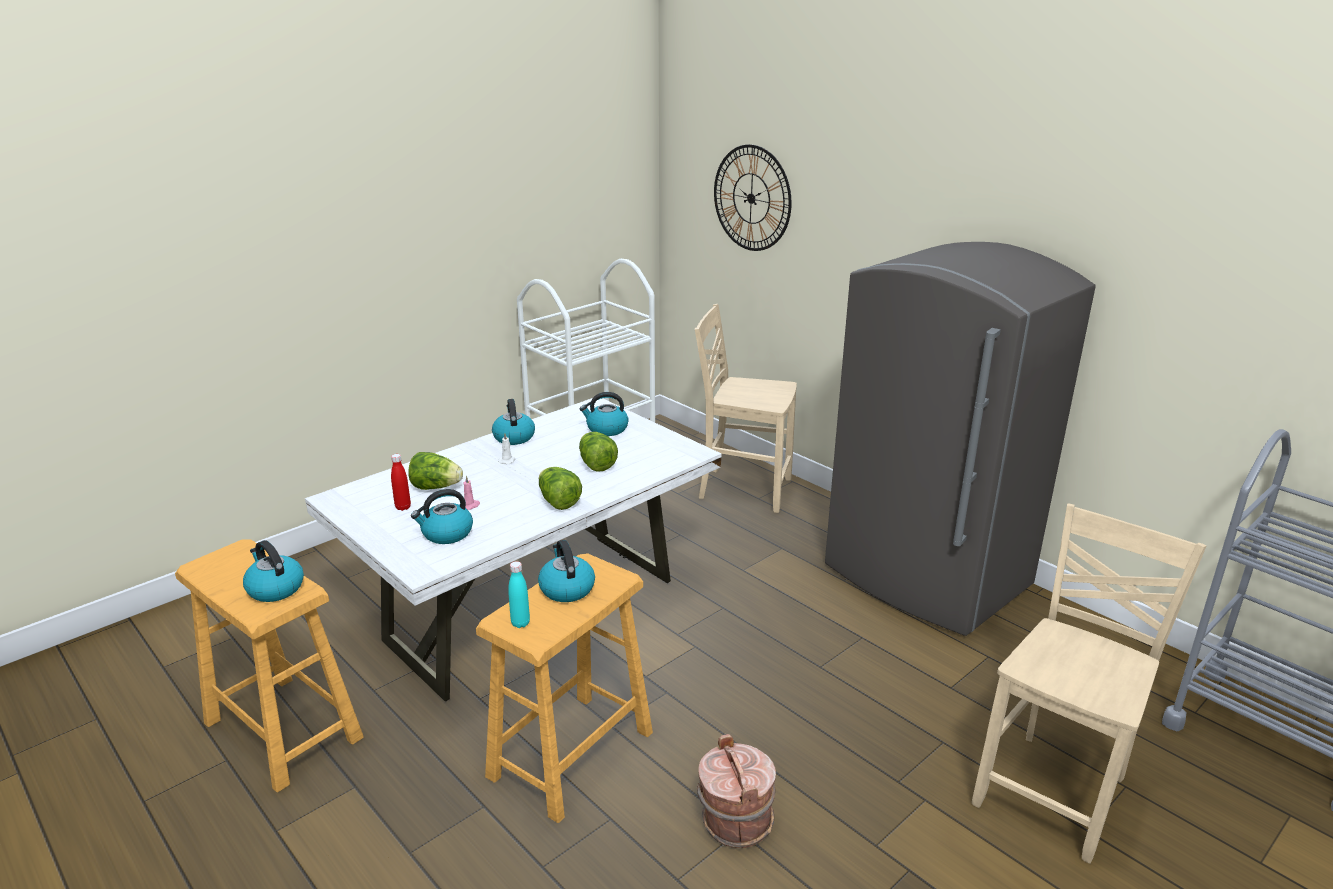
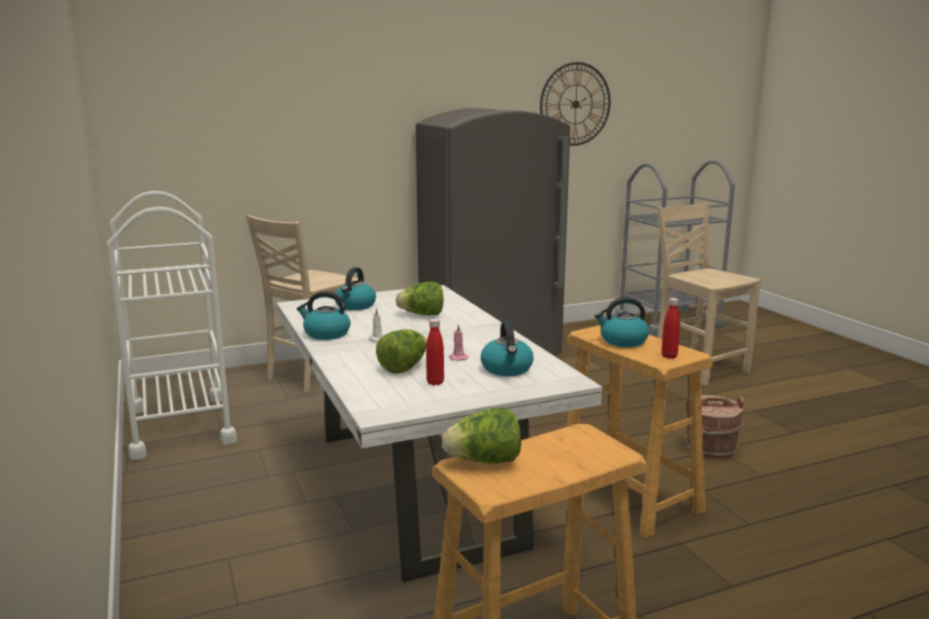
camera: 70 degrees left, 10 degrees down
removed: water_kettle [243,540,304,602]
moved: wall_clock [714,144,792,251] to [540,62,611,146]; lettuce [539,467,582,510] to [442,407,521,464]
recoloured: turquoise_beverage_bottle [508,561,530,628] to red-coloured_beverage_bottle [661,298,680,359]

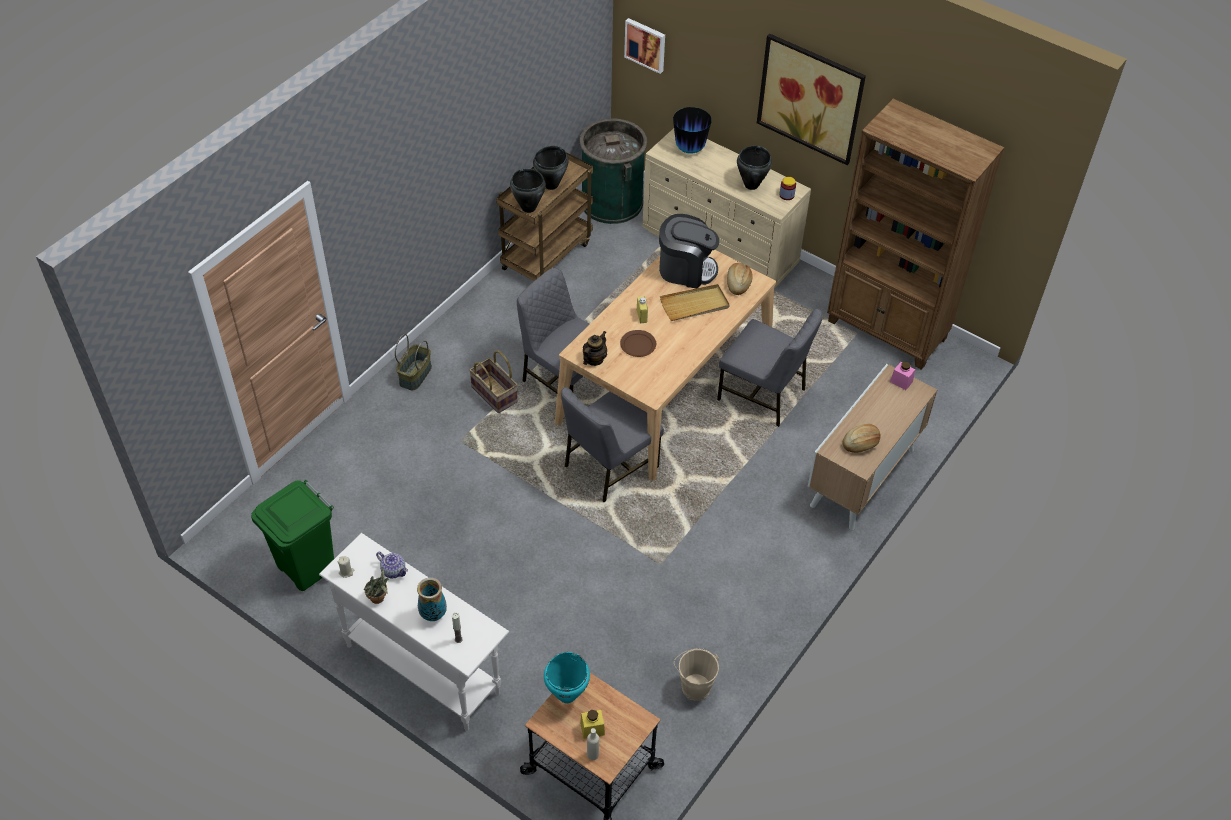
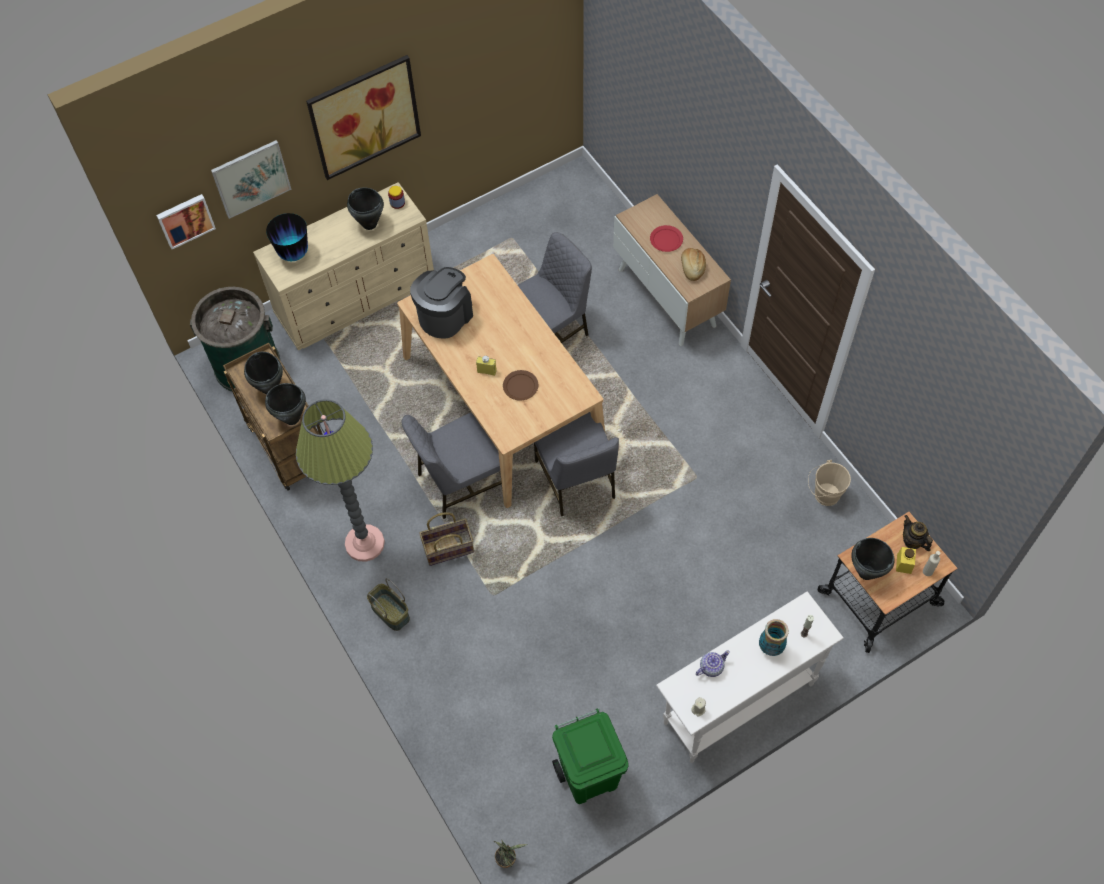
camera: 65 degrees left, 10 degrees up
removed: brown_shelving_unit [827,99,1004,370]; baked_bread [727,263,753,295]; beige-coloured_carrying_tray [660,284,730,321]; pink-coloured_preserve_jar [890,362,915,390]
added: wall_art [211,140,291,219]; red-coloured_plate [650,225,683,252]; standing_lamp [296,399,385,562]
moved: tea_pot [583,331,607,366] to [903,515,933,551]; potted_plant [364,567,389,604] to [494,841,528,868]
recoloured: turquoise_saucepot [544,652,590,703] to black-coloured_saucepot [851,538,895,580]

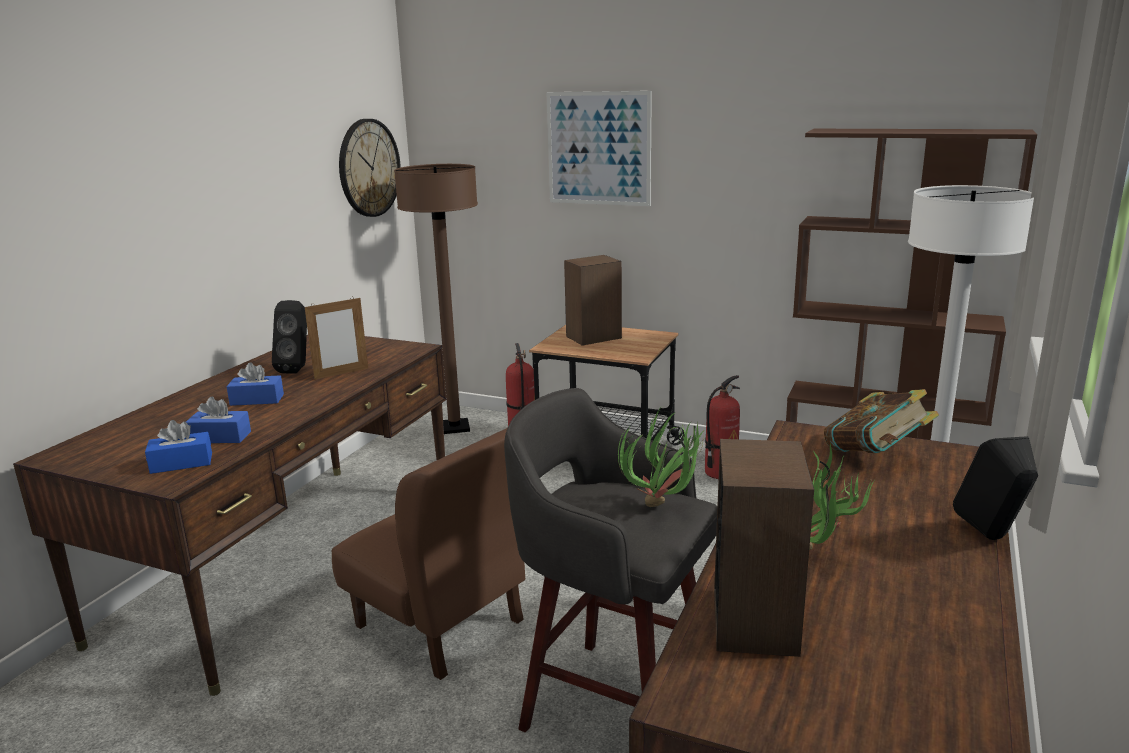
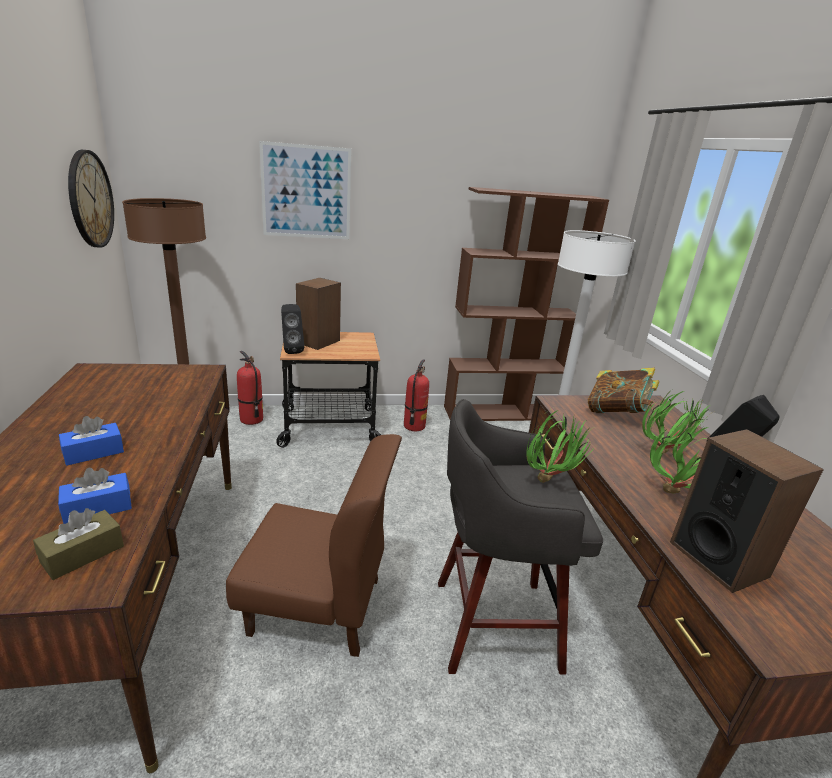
camera: 35 degrees left, 5 degrees up
removed: picture_frame [305,297,368,380]
added: potted_plant [642,387,715,453]
moved: black-coloured_audio_speaker [272,300,307,374] to [281,304,305,354]
recoloured: blue_box_of_tissues [145,420,212,474] to brown_box_of_tissues [33,508,124,580]

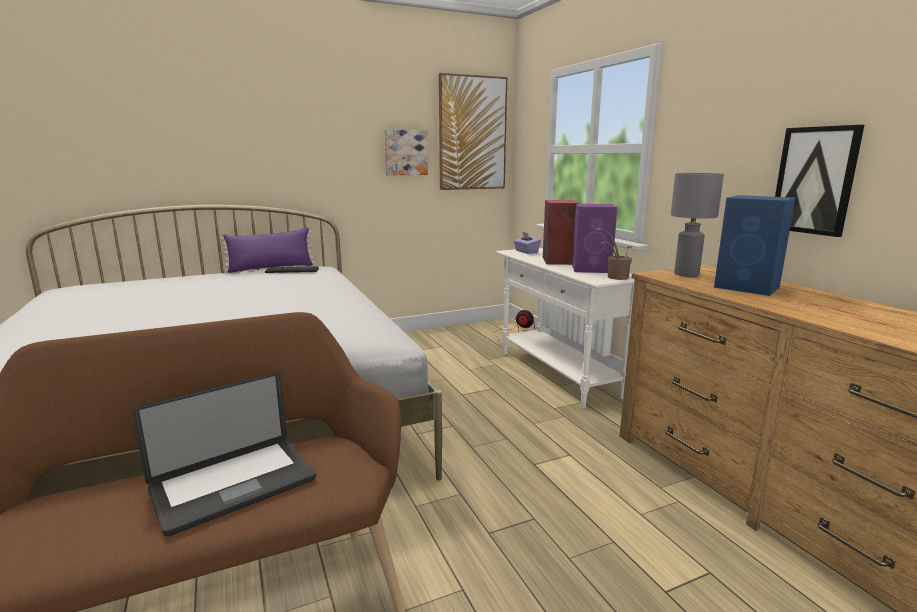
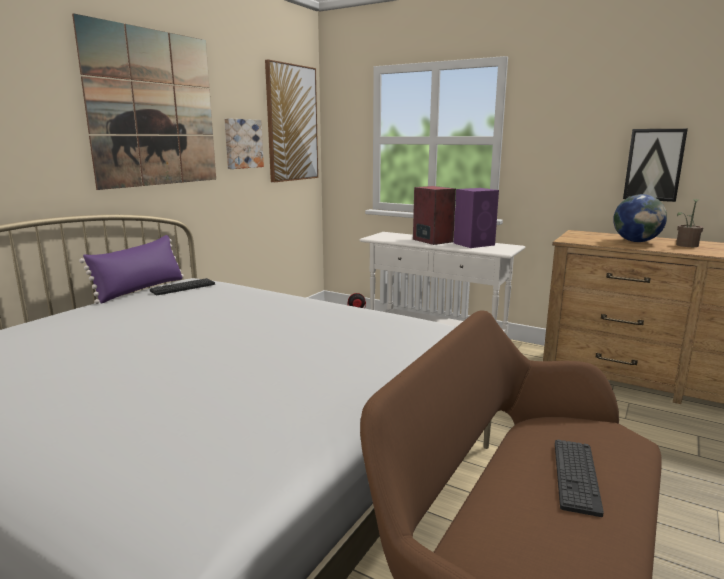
camera: 35 degrees left, 0 degrees up
removed: gray_lamp_for_a_table [671,173,724,277]; purple-coloured_box_of_tissues [514,232,541,254]
added: wall_art [72,13,216,190]
moved: potted_plant [596,228,632,280] to [676,199,704,247]
replaced: blue_audio_speaker [714,195,795,296] to desk_globe [613,194,667,242]; portable_computer [132,372,316,536] to computer_keyboard [555,440,604,517]

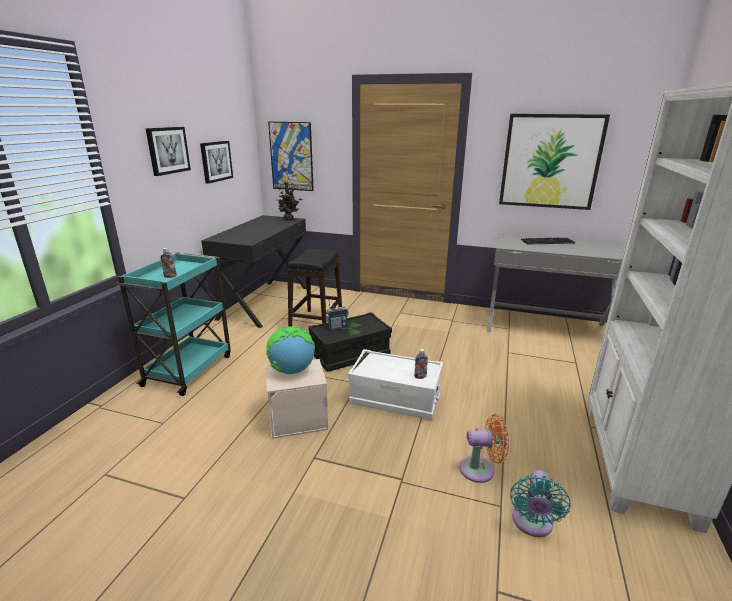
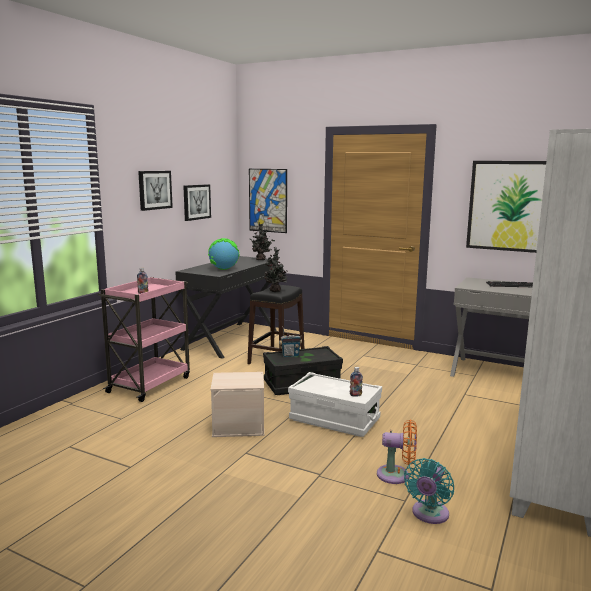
camera: 10 degrees right, 10 degrees down
added: potted_plant [264,247,288,292]
moved: desk_globe [266,326,315,374] to [208,238,239,270]
recoloured: turquoise_trolley [115,252,231,396] to pink-coloured_trolley [98,277,190,402]

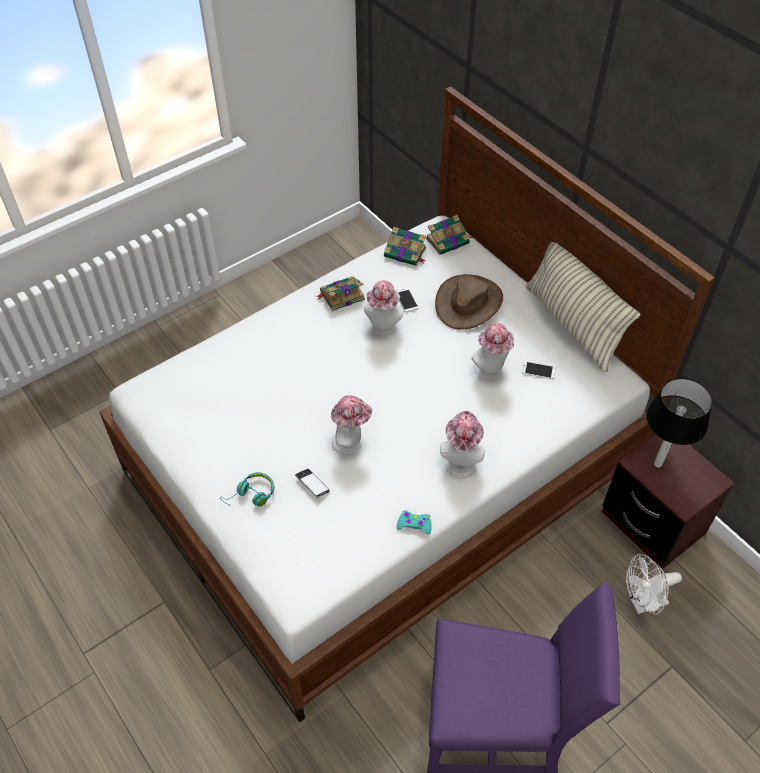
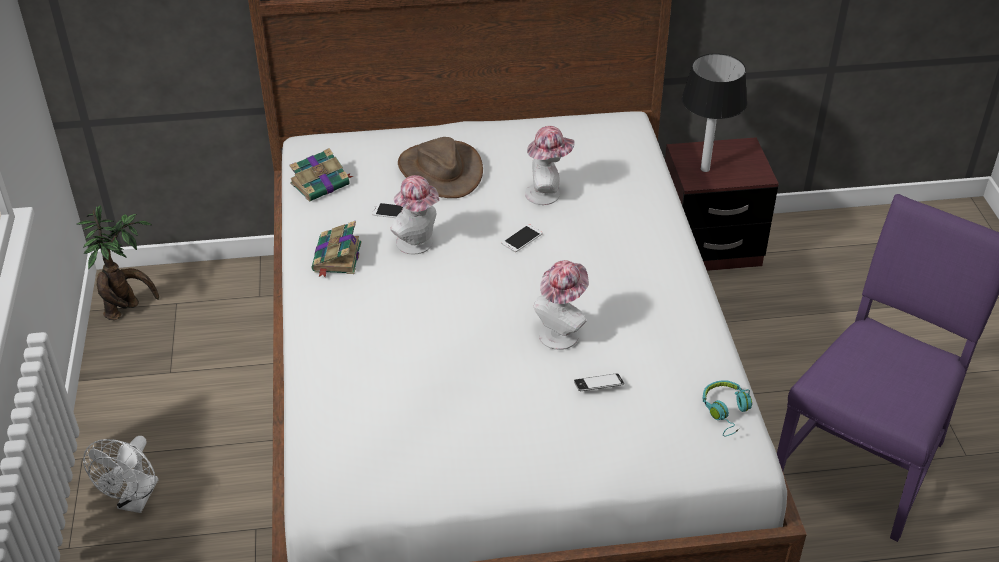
camera: 60 degrees left, 10 degrees down
removed: volume [426,215,472,255]; pillow [526,242,640,372]; hat [440,411,485,479]; turquoise_gamepad [397,511,431,535]
added: potted_plant [77,205,159,320]
moved: phone [522,361,556,379] to [502,224,543,252]; turquoise_pair_of_headphones [220,472,274,507] to [703,380,752,436]; white_cooling_fan [626,554,682,615] to [83,436,158,513]

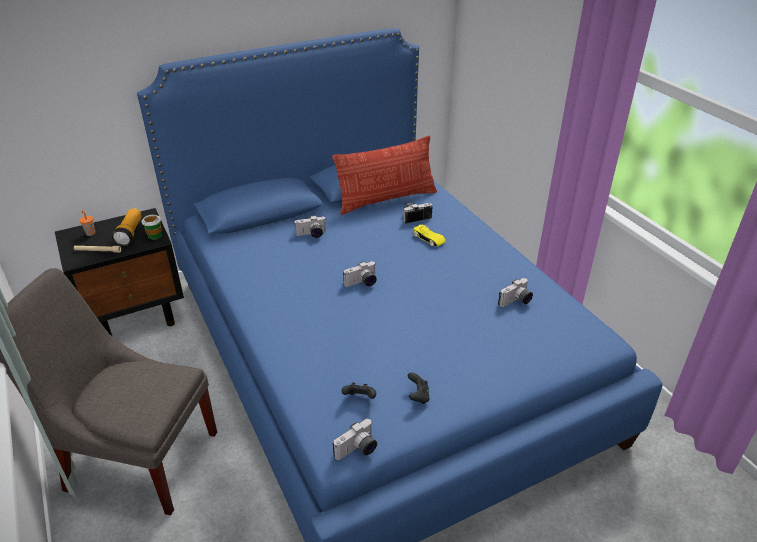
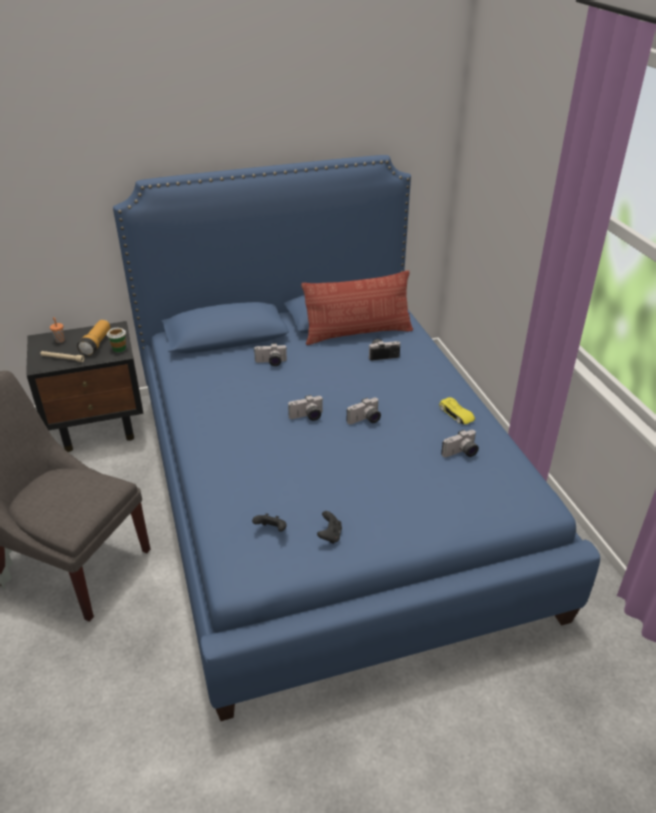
camera: 10 degrees right, 0 degrees up
moved: yellow-coloured_model_car [413,225,446,247] to [439,397,475,425]; still_camera [333,419,377,460] to [347,398,381,424]

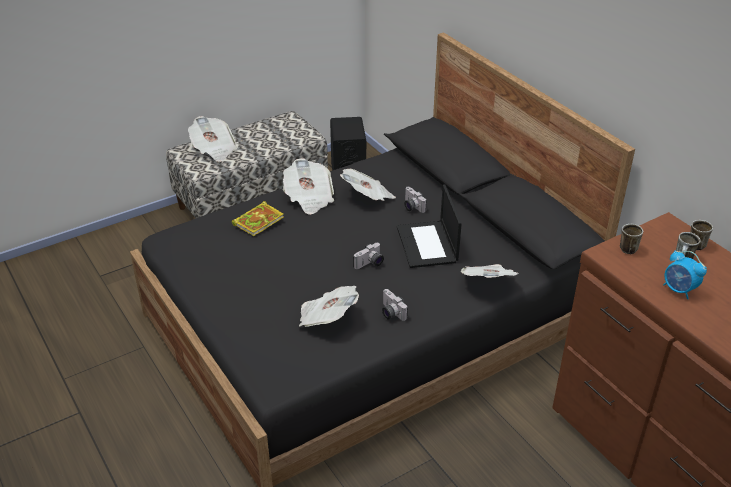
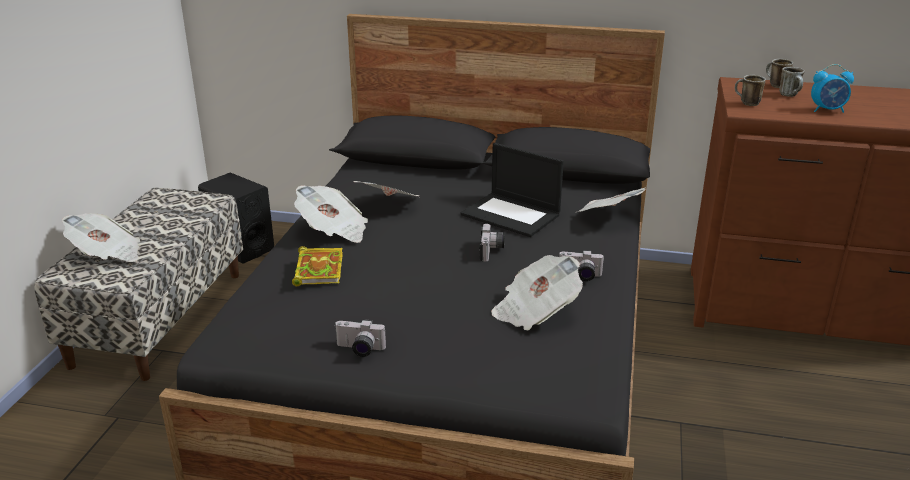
camera: 45 degrees left, 10 degrees down
moved: still_camera [404,187,427,213] to [334,319,386,357]

